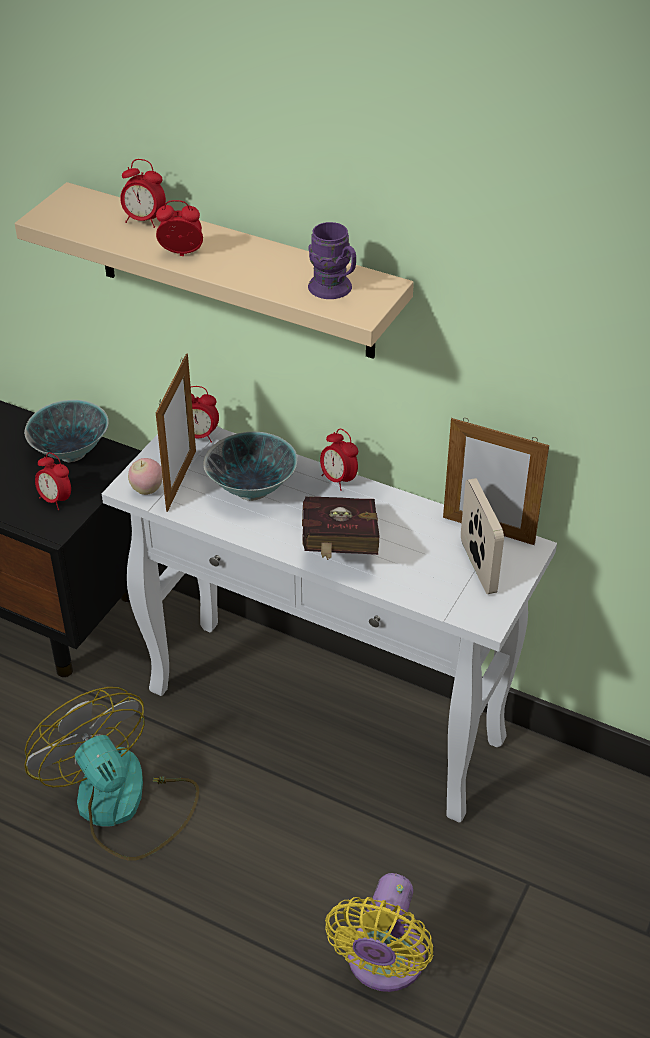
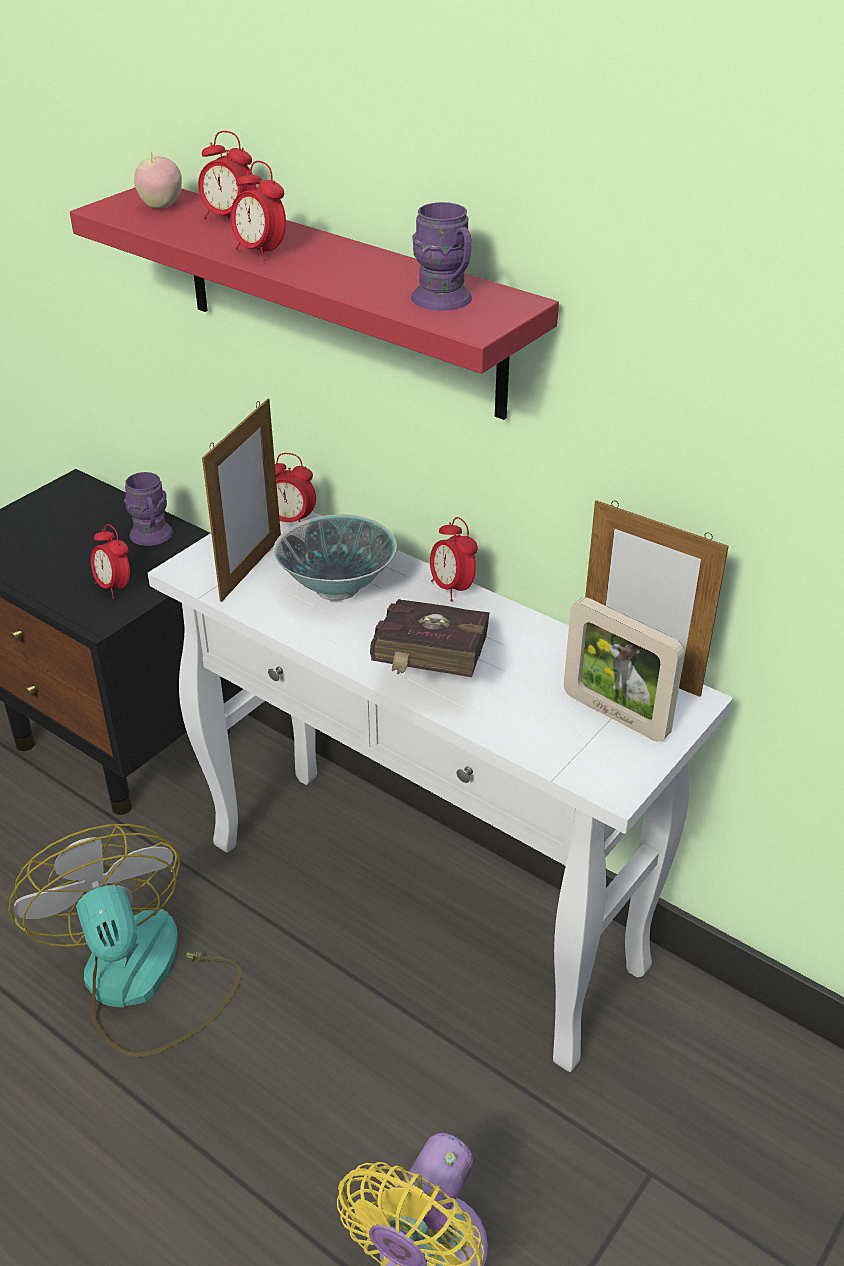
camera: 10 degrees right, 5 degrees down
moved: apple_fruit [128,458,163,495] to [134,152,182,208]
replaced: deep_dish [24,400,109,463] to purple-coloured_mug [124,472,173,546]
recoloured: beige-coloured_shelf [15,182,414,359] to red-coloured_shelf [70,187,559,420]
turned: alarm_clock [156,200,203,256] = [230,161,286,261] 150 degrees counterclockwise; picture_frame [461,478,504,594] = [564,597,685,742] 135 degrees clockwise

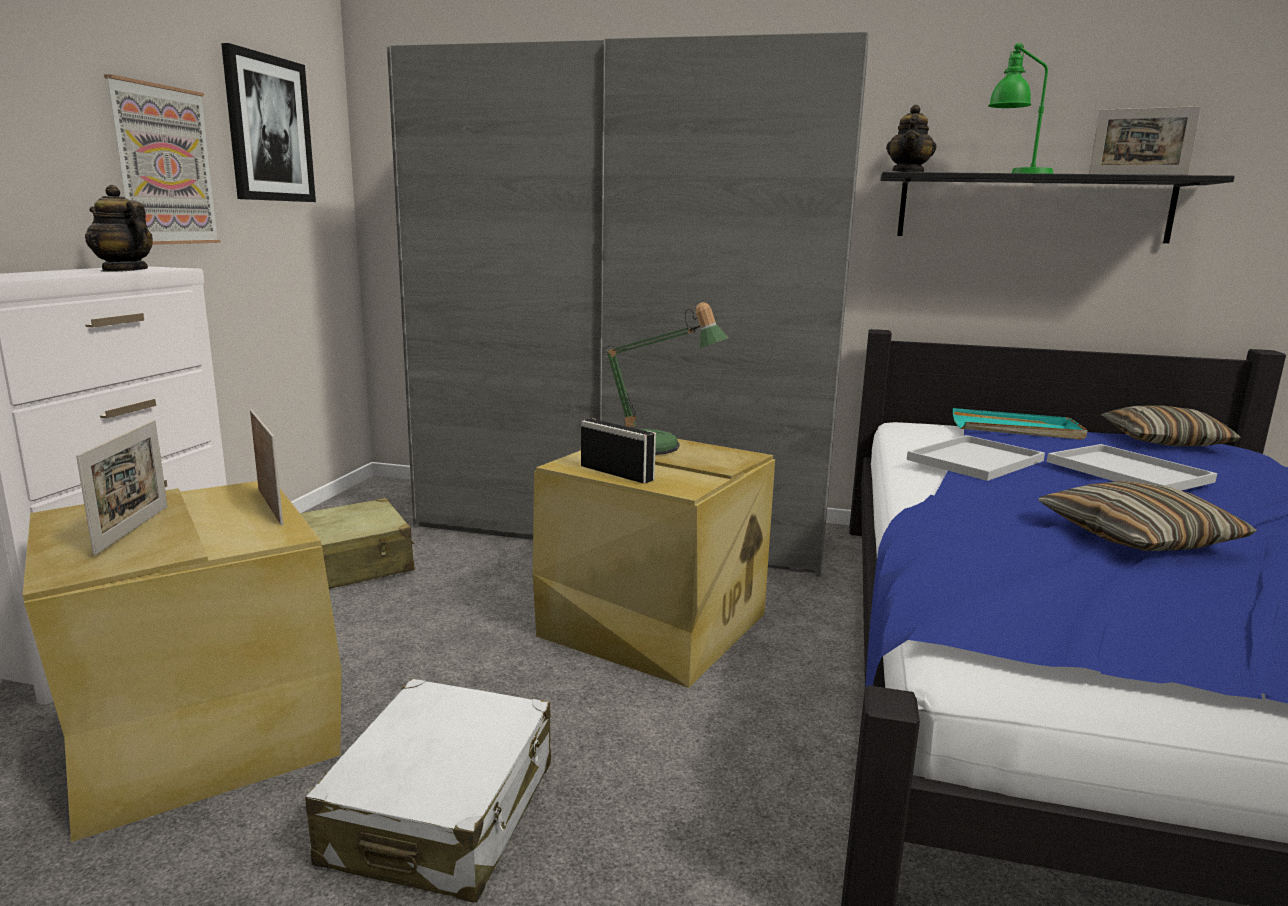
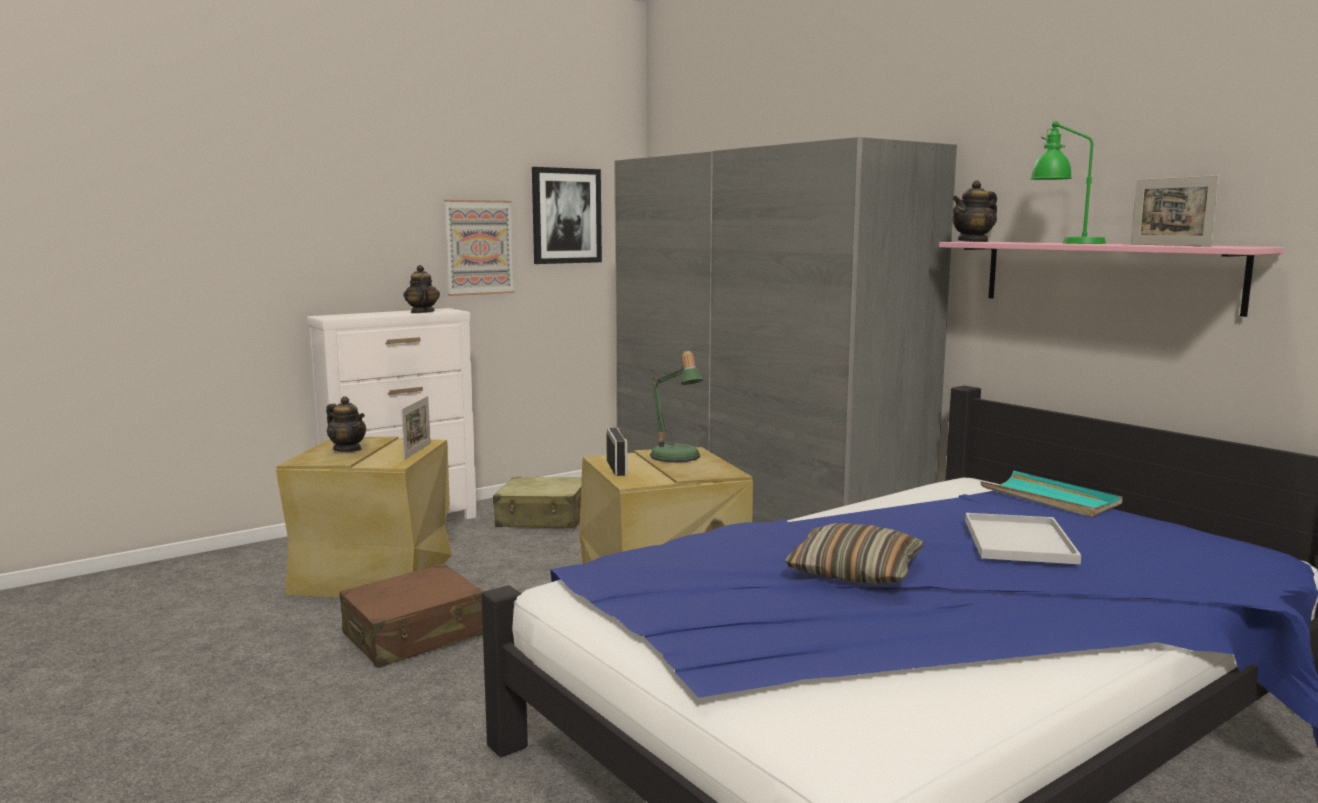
camera: 40 degrees right, 5 degrees down
removed: pillow [1101,405,1241,446]; white_carrying_tray [907,435,1045,481]
replaced: picture_frame [76,420,168,555] to tea_pot [326,396,366,452]
recoloured: black-coloured_shelf [880,172,1235,243] to pink-coloured_shelf [939,242,1284,317]; white_travel_case [305,679,551,903] to brown_travel_case [339,564,484,668]

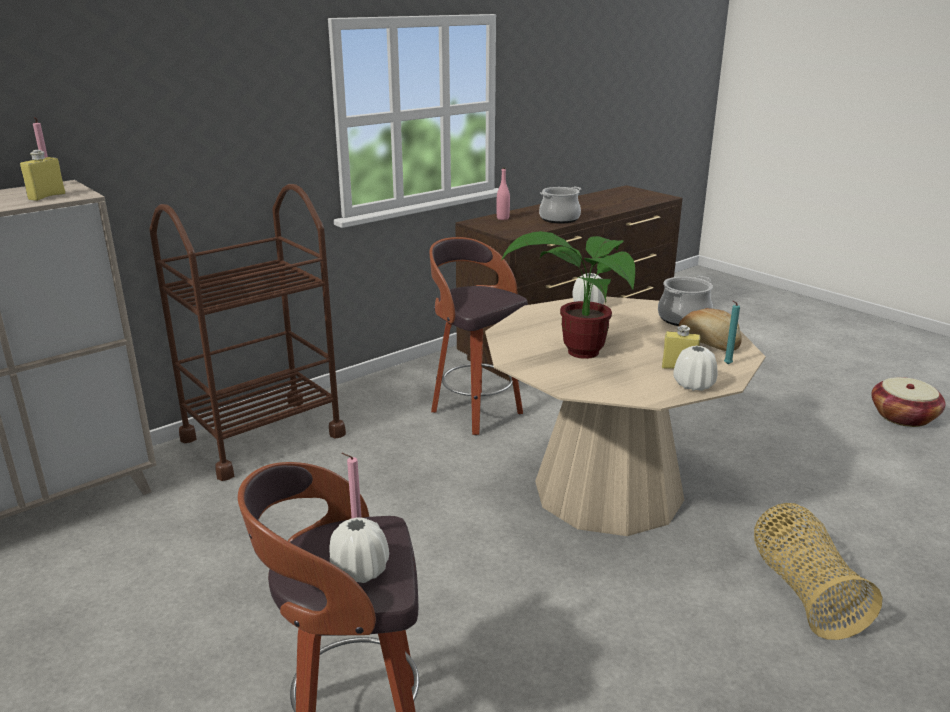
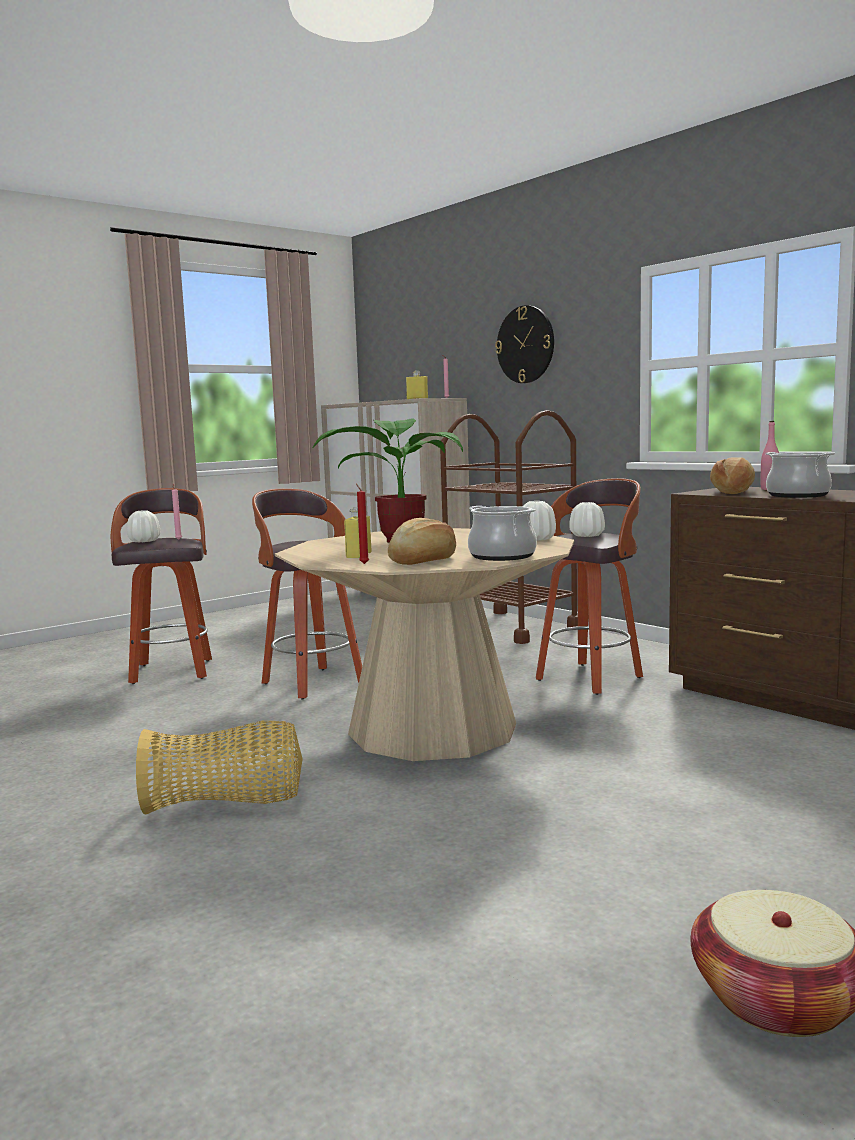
camera: 90 degrees right, 15 degrees down
added: wall_clock [495,305,554,383]; baked_bread [710,457,755,494]; stool [252,489,362,699]
moved: white_decorative_vase [673,346,717,391] to [569,502,605,537]
recoloured: turquoise_wax_light [724,301,740,364] to red-coloured_wax_light [356,483,369,564]

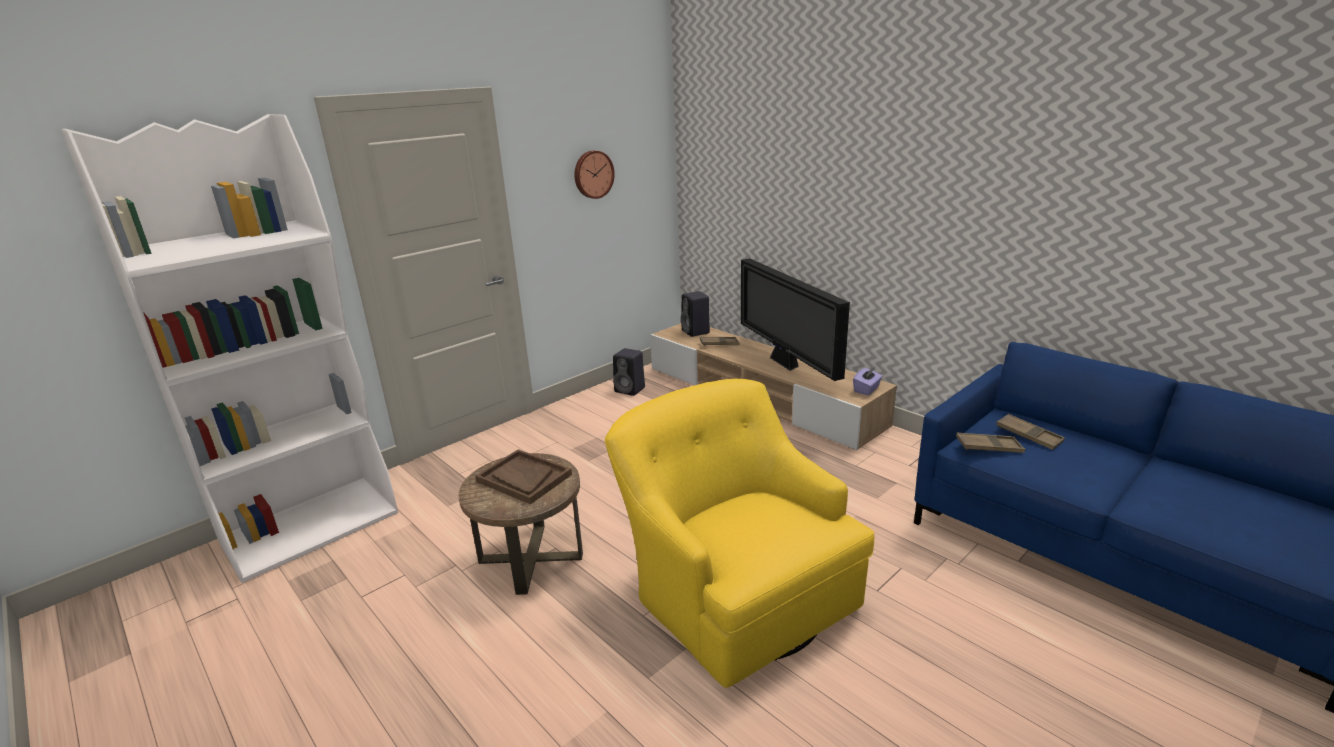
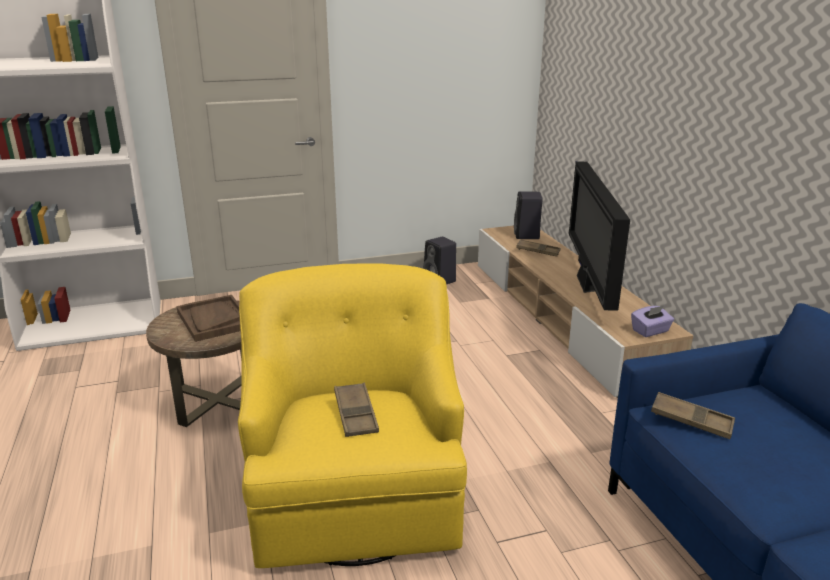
camera: 25 degrees right, 0 degrees up
removed: wall_clock [574,150,615,199]
moved: brown_carrying_tray [996,414,1065,450] to [334,383,379,437]

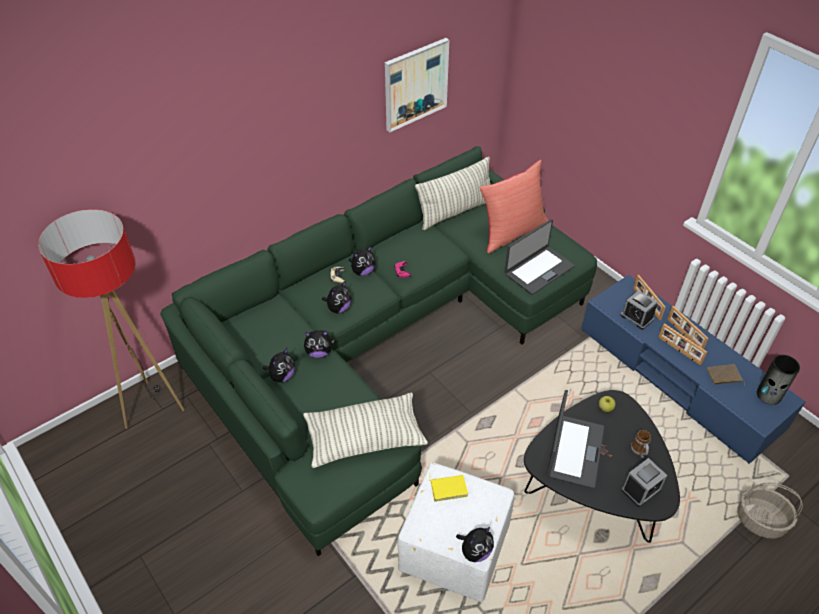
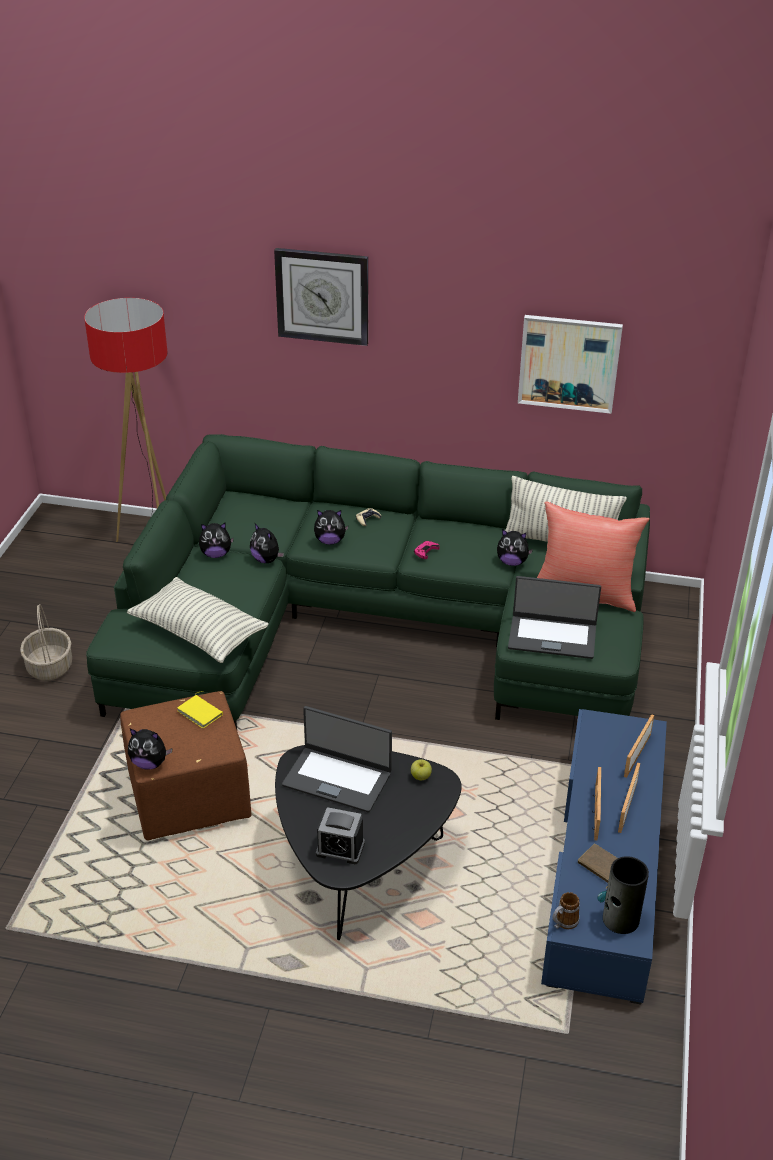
camera: 50 degrees right, 10 degrees down
removed: alarm_clock [620,290,657,330]
added: wall_clock [274,248,368,346]
moved: soft_toy [349,246,376,276] to [497,529,533,566]; mug [631,430,651,458] to [553,892,580,929]; household_basket [738,483,803,539] to [20,604,72,681]
recoloured: white_pouffe [397,462,515,602] to brown_pouffe [120,691,251,840]
turned: portable_computer [547,390,604,489] = [282,706,392,812] 45 degrees clockwise

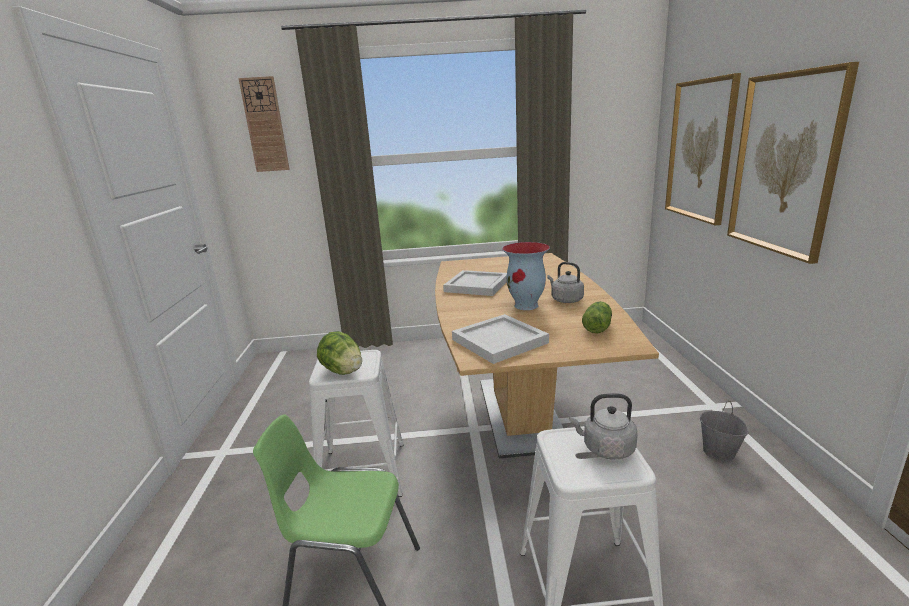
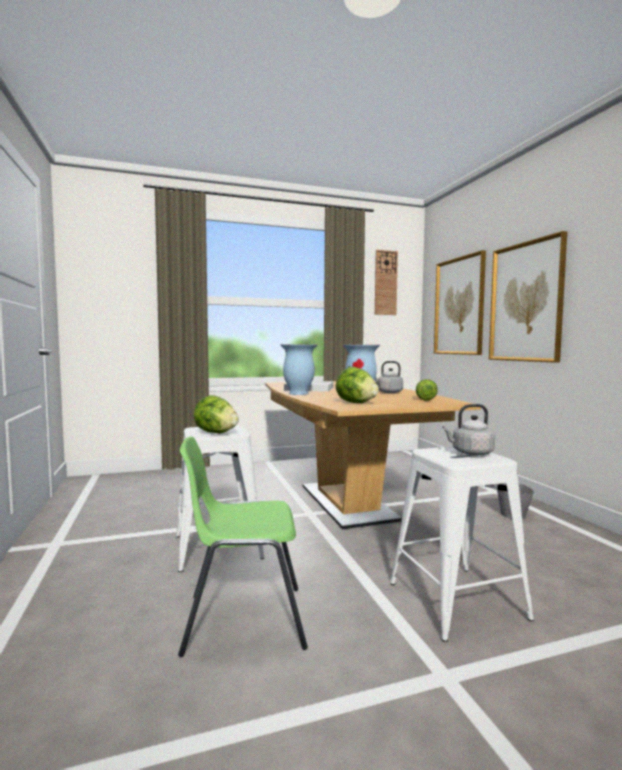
camera: 15 degrees left, 15 degrees down
added: decorative_vase [280,344,317,395]
moved: wall_clock [238,76,290,172] to [375,250,398,315]
replaced: white_carrying_tray [452,314,549,364] to lettuce [336,367,379,403]

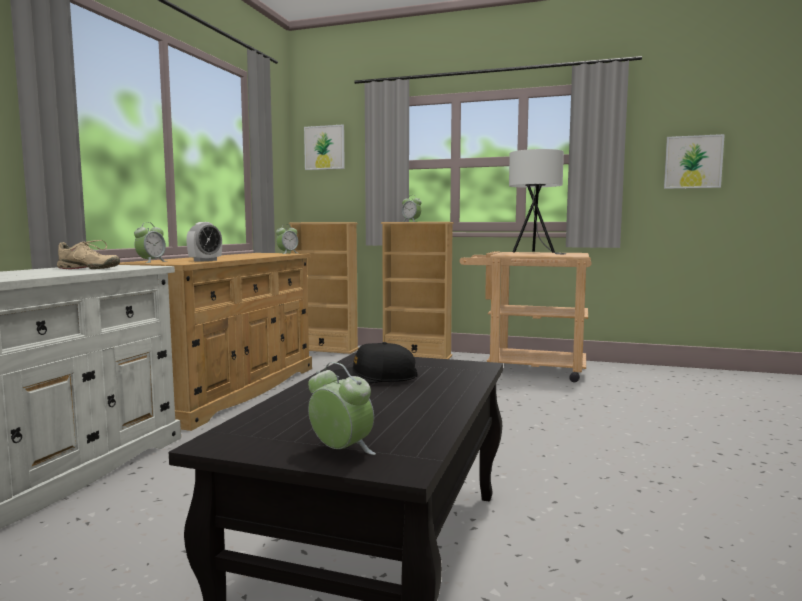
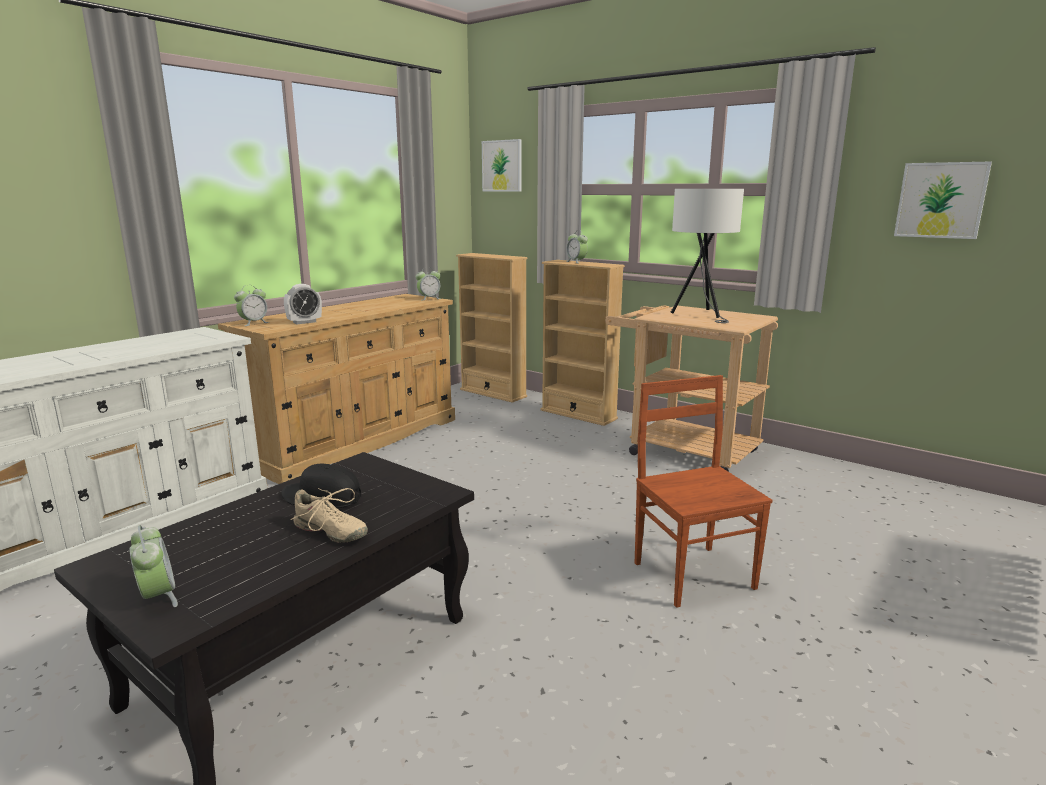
camera: 20 degrees right, 10 degrees up
added: brown_chair [635,375,773,608]
moved: beige-coloured_item_of_footwear [57,240,120,269] to [291,488,368,543]

